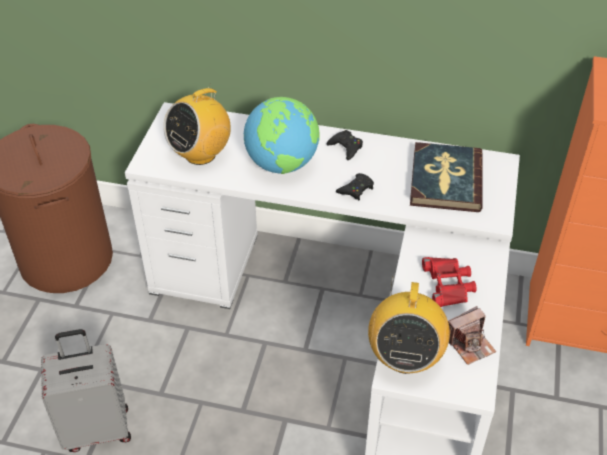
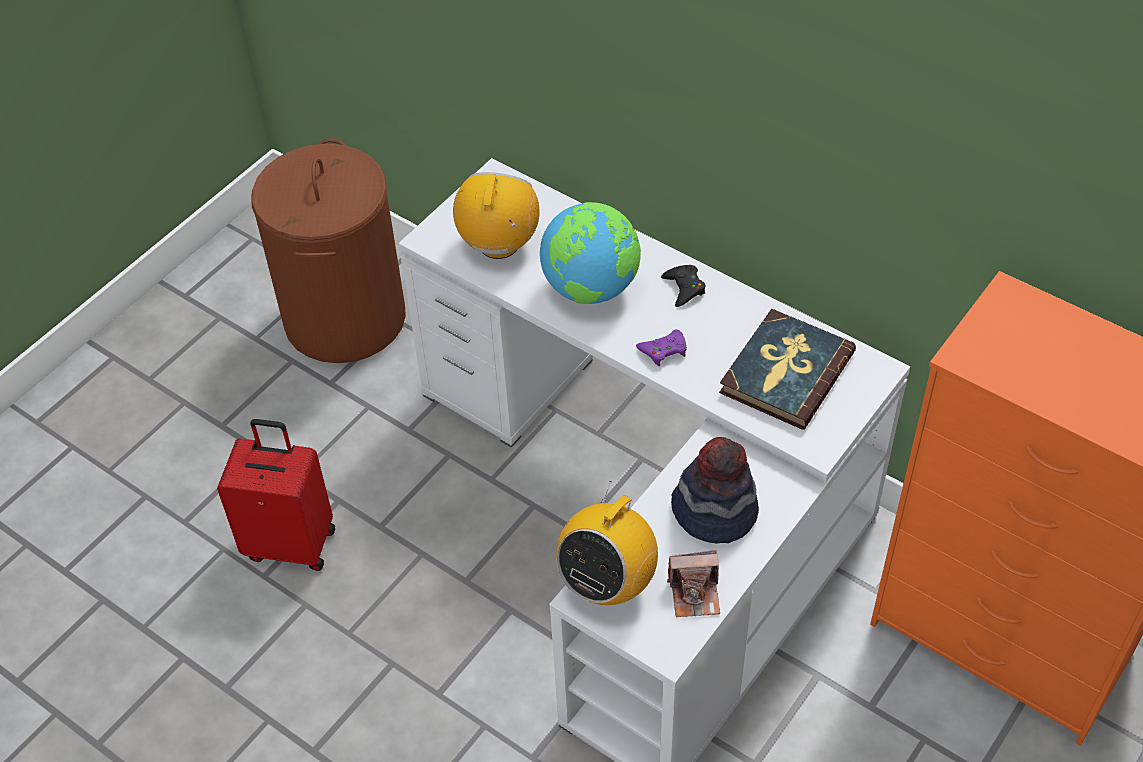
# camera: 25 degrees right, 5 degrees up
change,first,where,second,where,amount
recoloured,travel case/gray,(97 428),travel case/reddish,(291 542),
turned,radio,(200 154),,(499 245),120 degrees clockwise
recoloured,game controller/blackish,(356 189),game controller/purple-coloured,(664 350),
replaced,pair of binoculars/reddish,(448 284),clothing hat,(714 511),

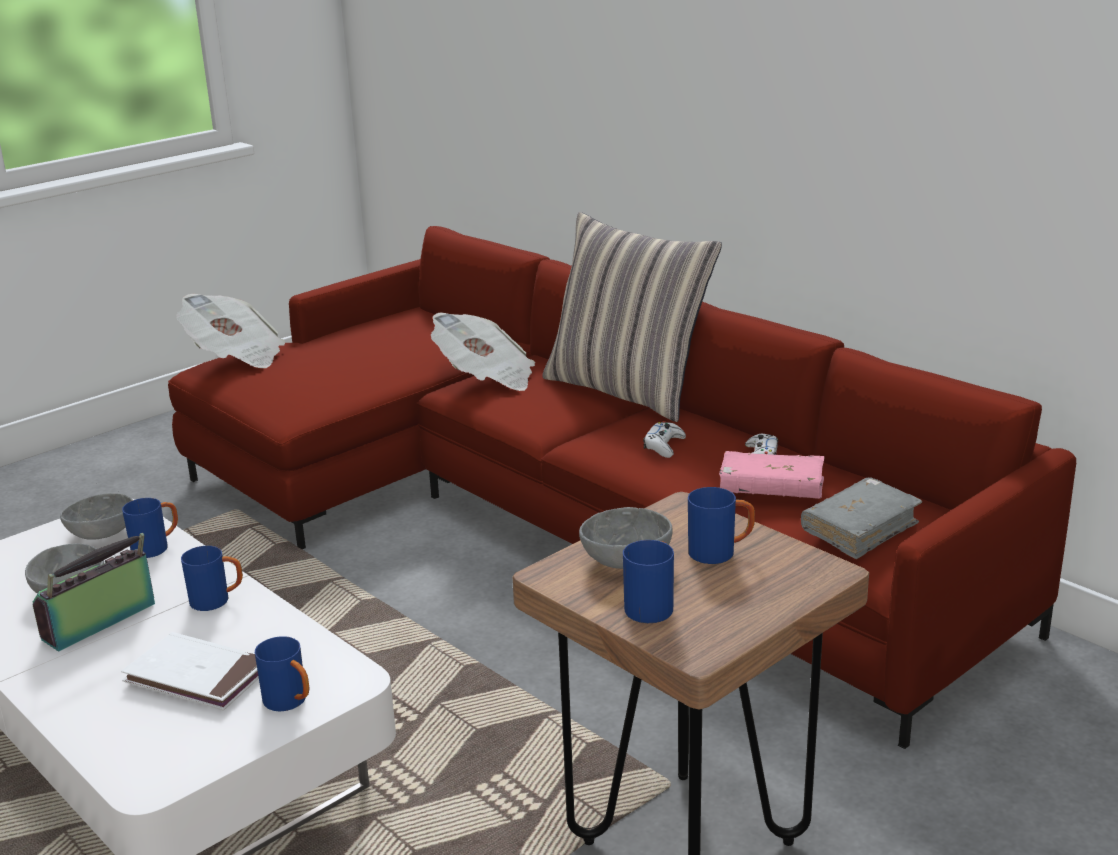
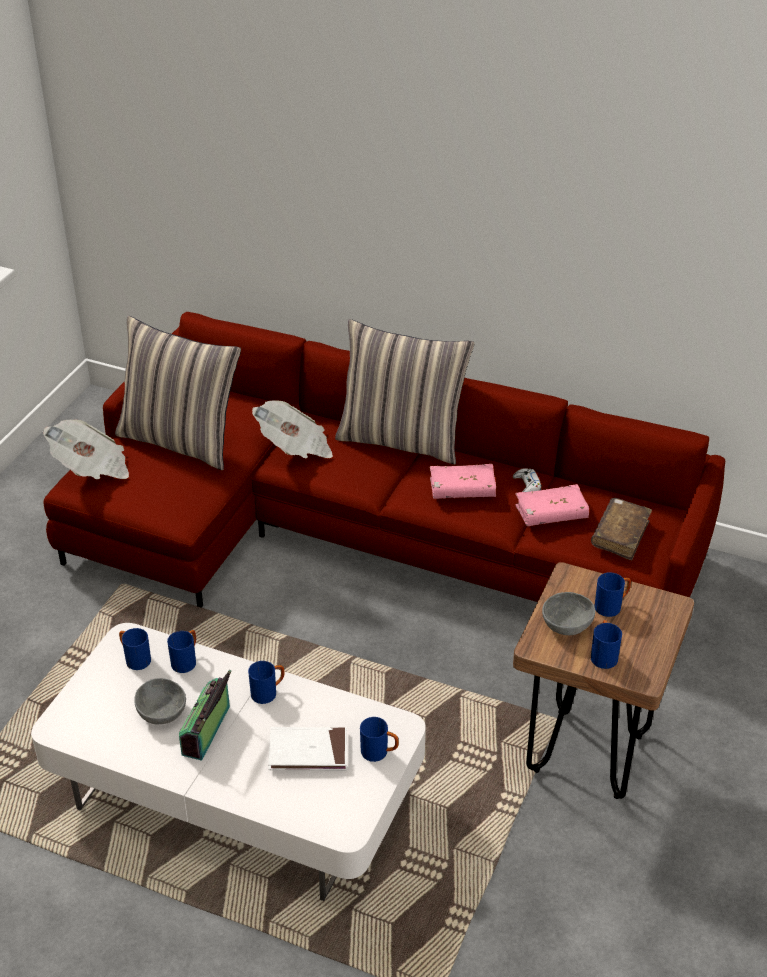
# camera: 25 degrees left, 15 degrees up
change,first,where,second,where,amount
added,,,cushion,(181 441),
replaced,serving bowl/gray,(101 533),tea mug/blue,(134 659),
replaced,game controller/white,(664 446),volume/pink-coloured,(462 490),
recoloured,volume/gray,(860 529),volume/brown-coloured,(620 535),

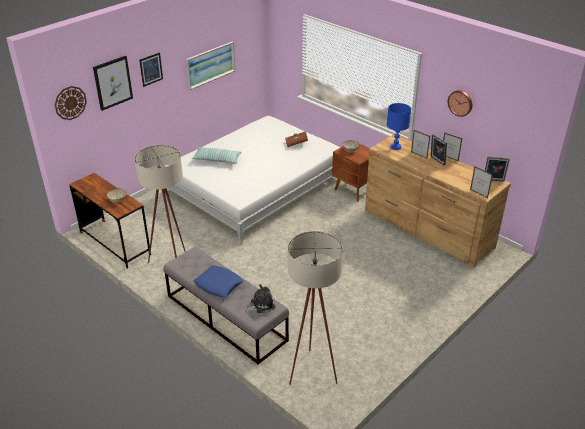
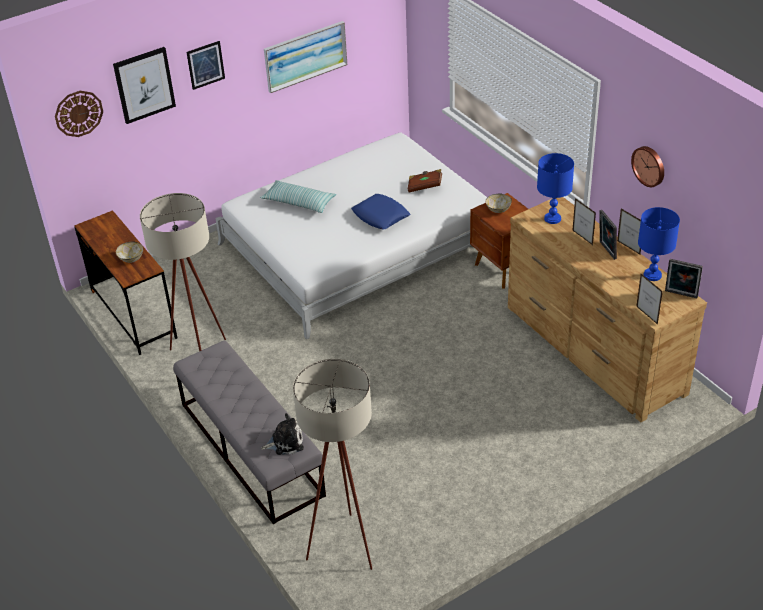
# camera: 15 degrees right, 5 degrees up
change,first,where,second,where,amount
moved,cushion/blue,(218 284),,(380 216),
added,,,lamp for a table/blue,(652 275),

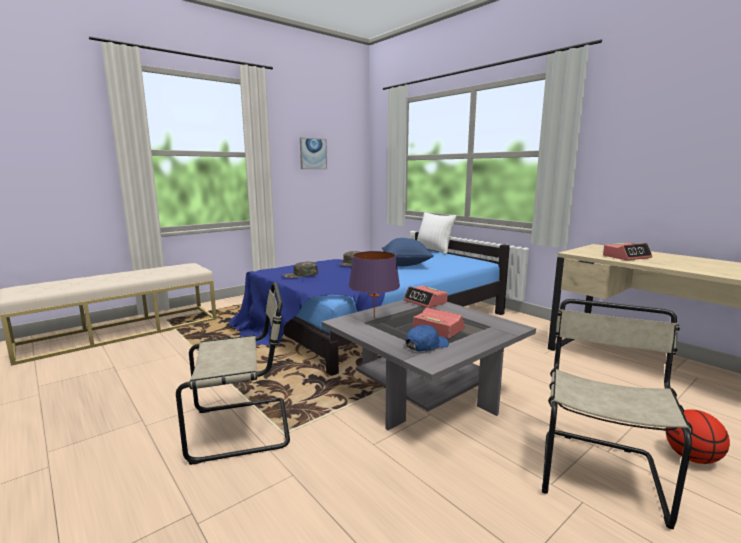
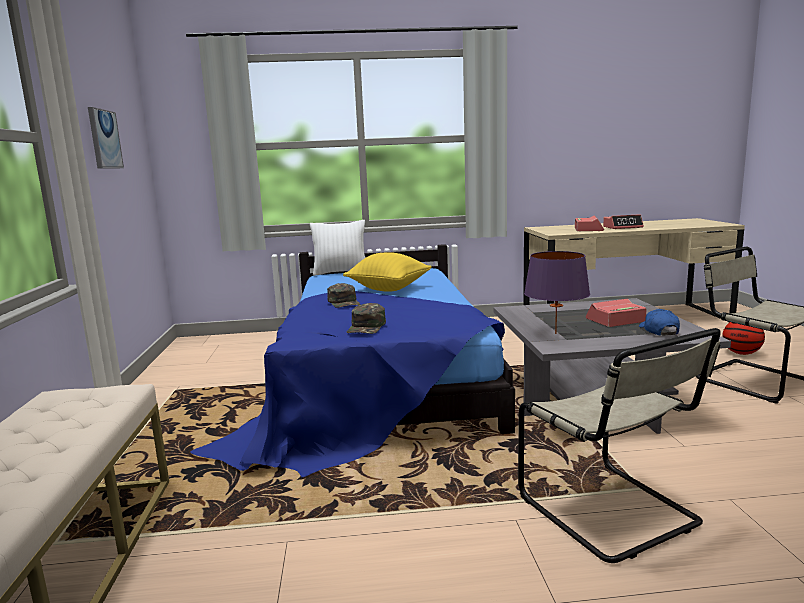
# camera: 55 degrees left, 0 degrees up
change,first,where,second,where,amount
recoloured,cushion/blue,(406 265),cushion/yellowish,(389 289),
turned,chair/beige-coloured,(245 428),,(612 513),135 degrees clockwise
moved,alarm clock,(425 302),,(622 227),

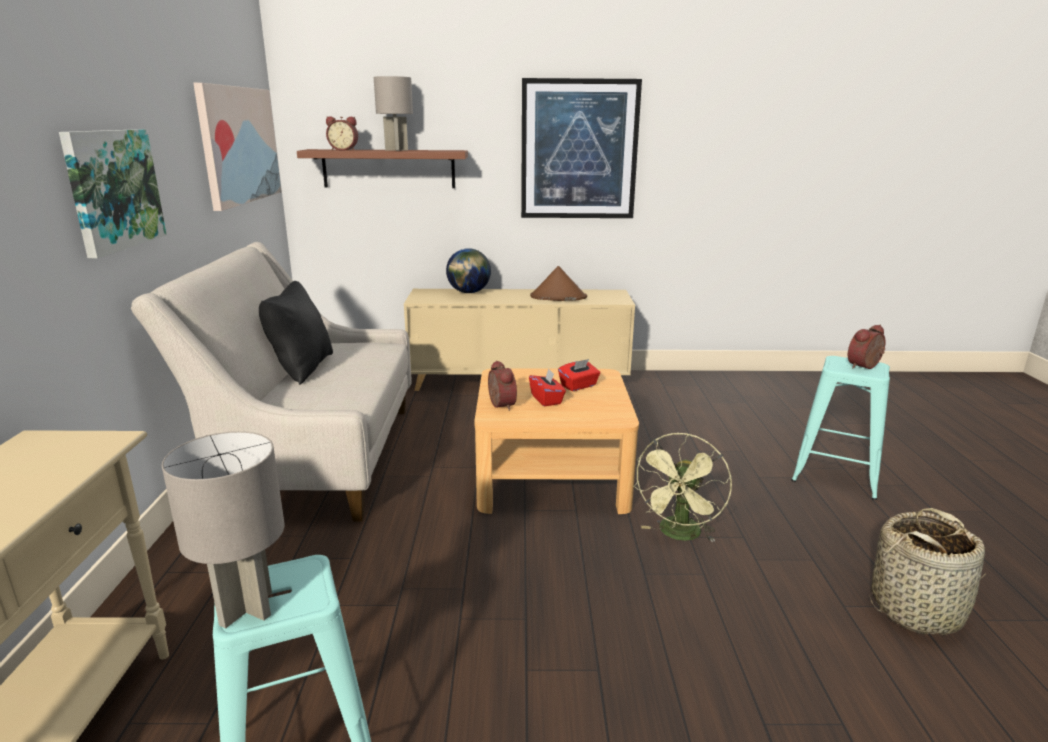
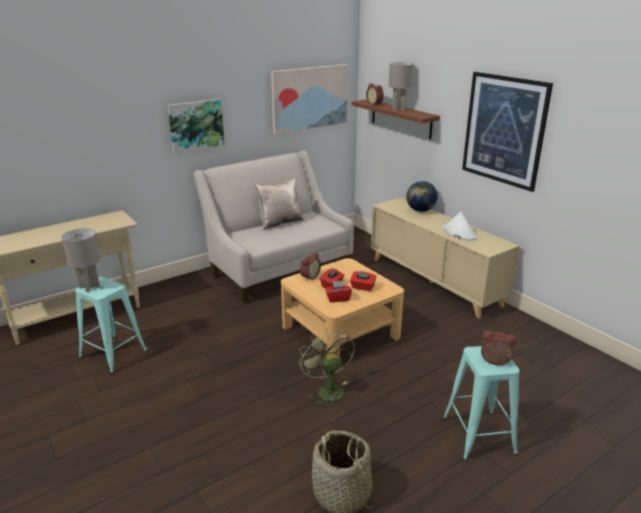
# camera: 55 degrees right, 5 degrees up
change,first,where,second,where,amount
recoloured,cushion/blackish,(301 368),cushion/beige-coloured,(279 222),
turned,electric fan/green-coloured,(679 535),,(327 390),75 degrees clockwise
added,,,tissue box/reddish,(338 298),
recoloured,clothing hat/brown-coloured,(558 297),clothing hat/white,(459 233),

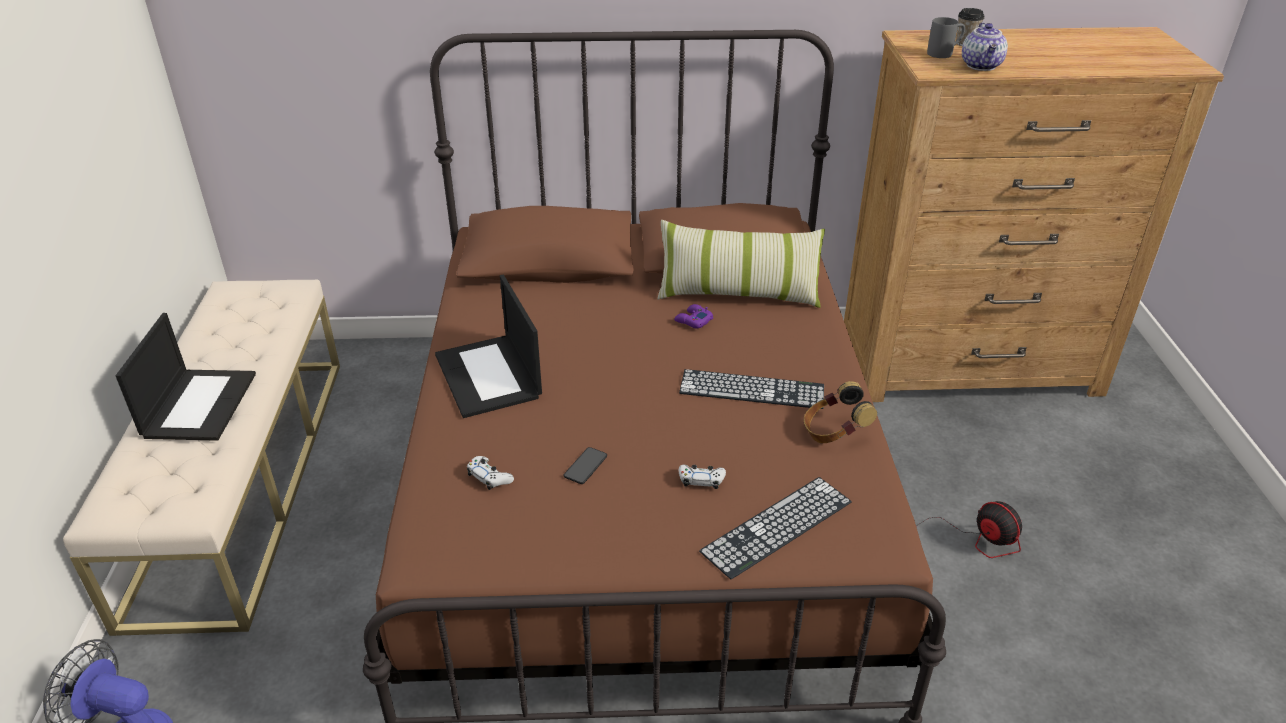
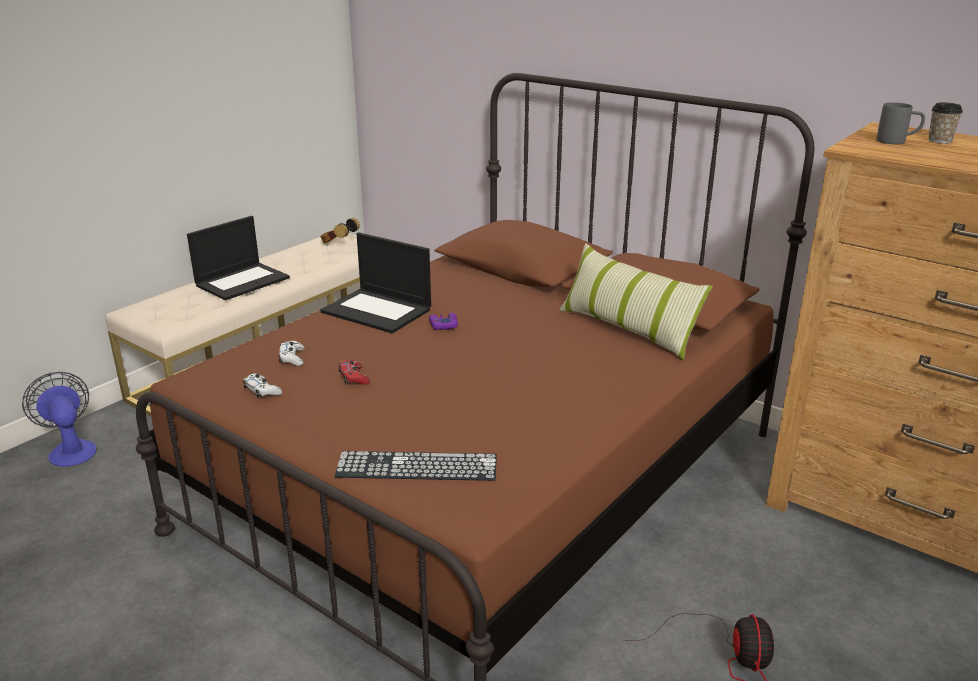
# camera: 40 degrees right, 10 degrees down
change,first,where,second,where,amount
moved,game controller/white,(701 480),,(262 390),
moved,pair of headphones,(834 433),,(339 244),
turned,notebook computer,(489 376),,(378 311),75 degrees counterclockwise
replaced,phone,(585 466),game controller/reddish,(354 377),
moved,game controller/purple-coloured,(693 320),,(443 325),
removed,keyboard,(752 389),,,
removed,tea pot,(982 66),,,

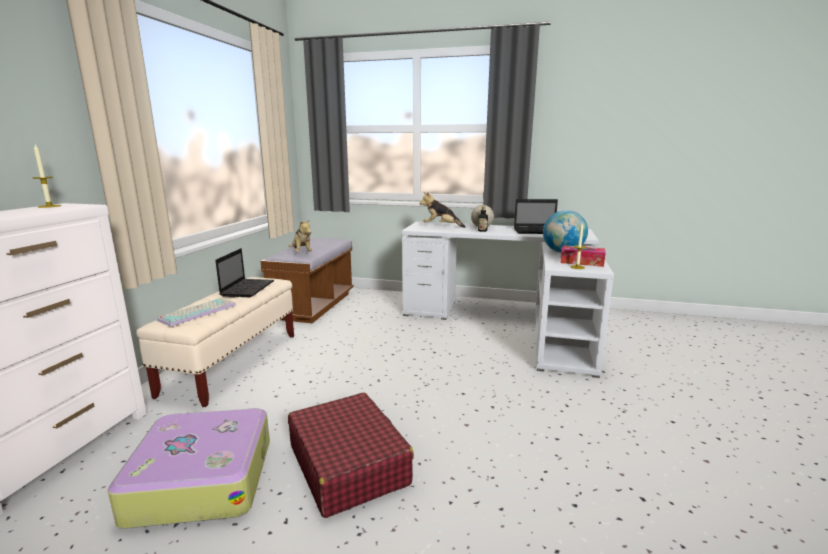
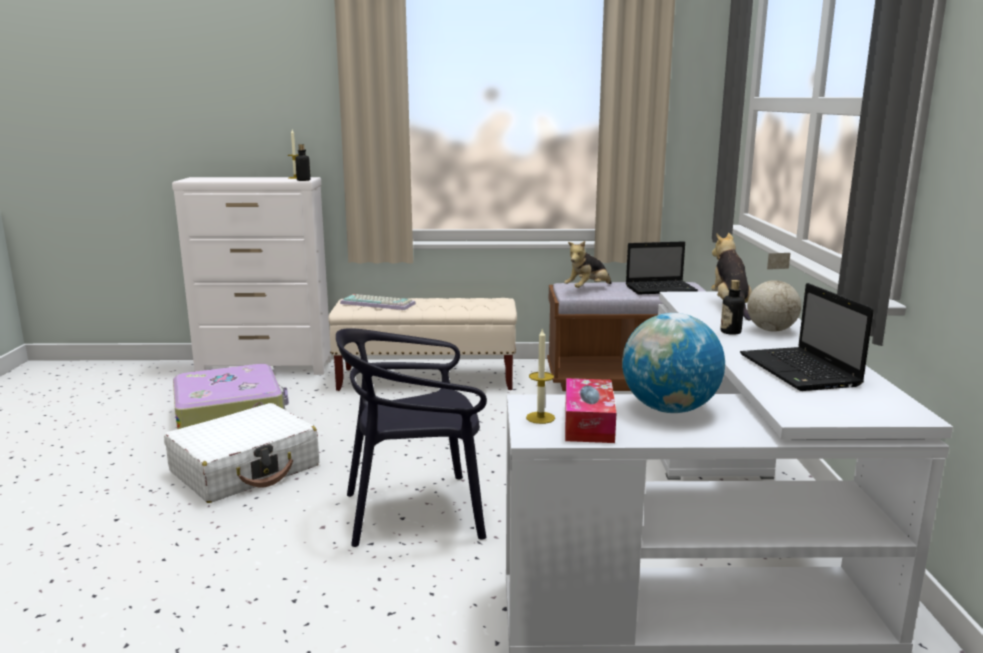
# camera: 75 degrees right, 0 degrees up
change,first,where,second,where,amount
recoloured,travel case/reddish,(348 464),travel case/white,(245 469),
added,,,beverage bottle,(303 180),
added,,,chair/blackish,(415 512),
moved,notebook computer,(248 288),,(662 289),

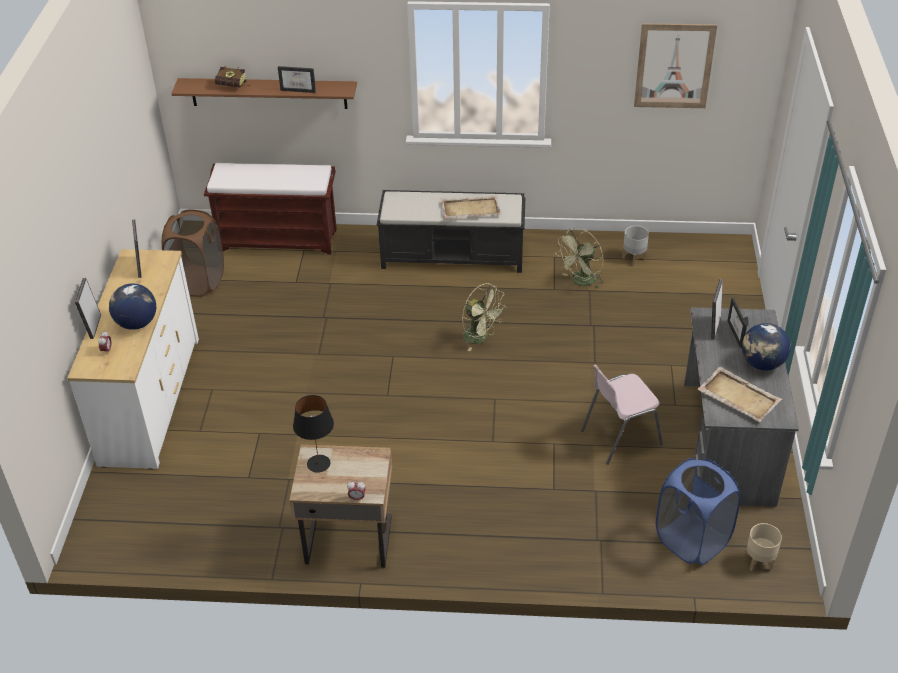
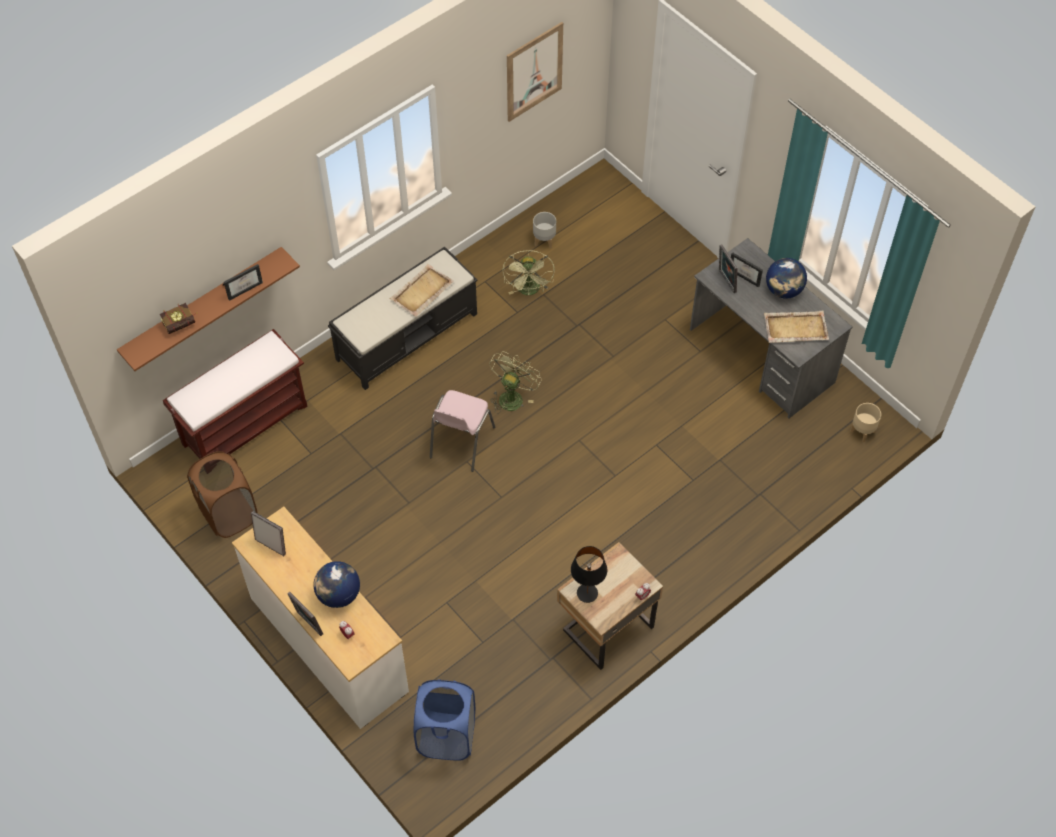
# camera: 45 degrees left, 15 degrees up
change,first,where,second,where,amount
moved,laundry basket/blue,(691 540),,(446 737),
moved,chair/pink-coloured,(619 437),,(461 442),
turned,electric fan/green-coloured,(480 338),,(512 396),60 degrees counterclockwise

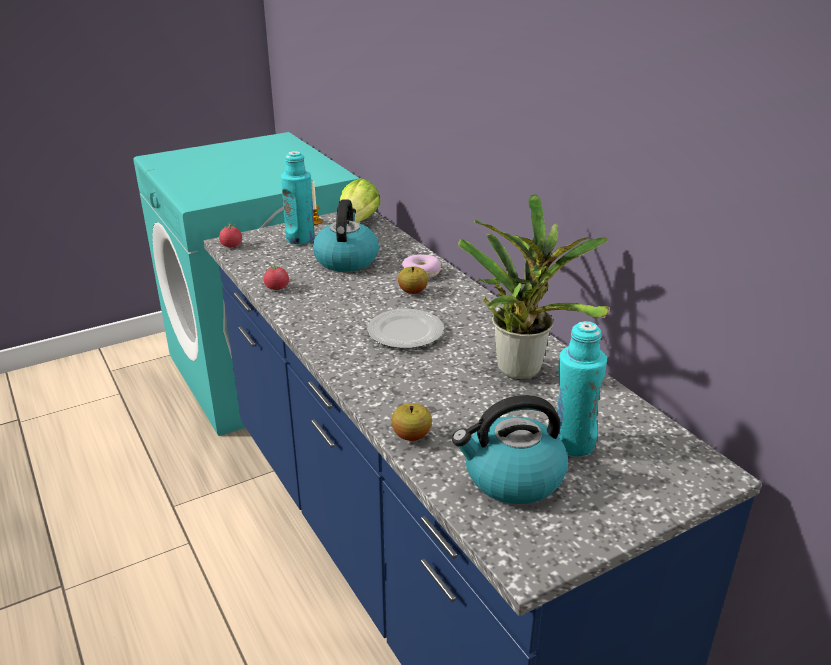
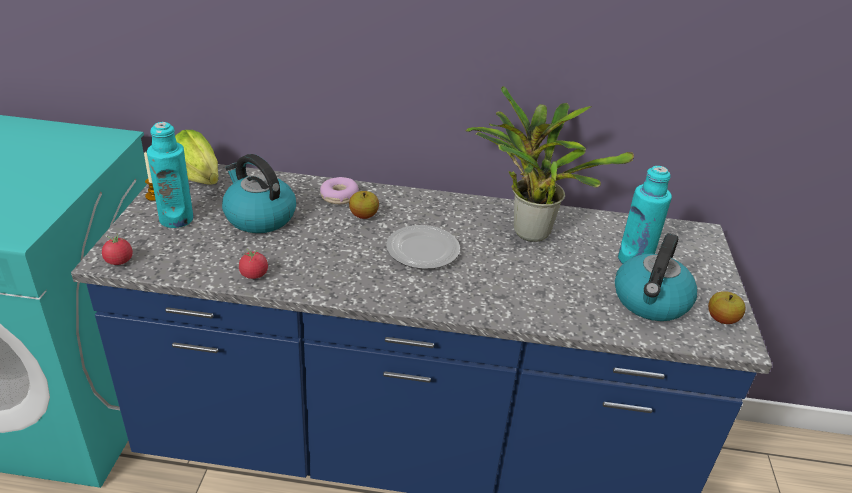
# camera: 55 degrees left, 5 degrees up
change,first,where,second,where,amount
moved,apple,(411 436),,(721 319),

